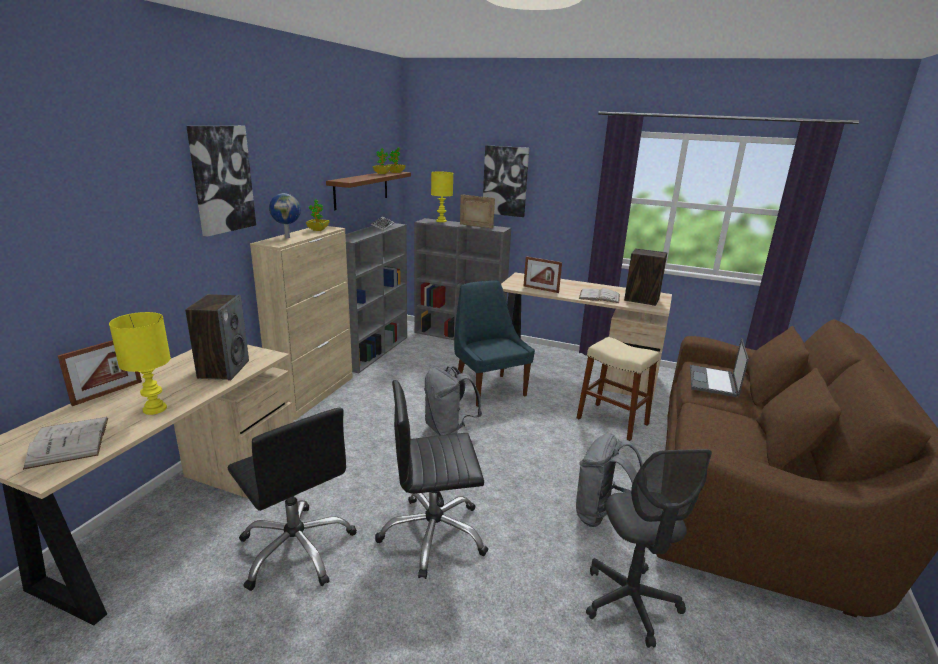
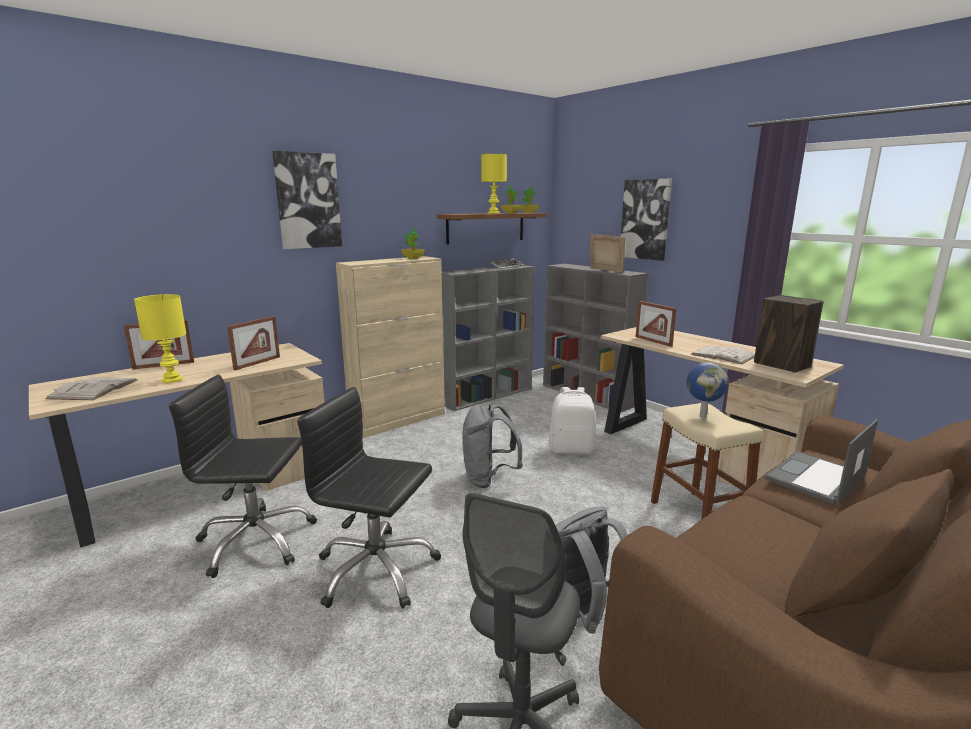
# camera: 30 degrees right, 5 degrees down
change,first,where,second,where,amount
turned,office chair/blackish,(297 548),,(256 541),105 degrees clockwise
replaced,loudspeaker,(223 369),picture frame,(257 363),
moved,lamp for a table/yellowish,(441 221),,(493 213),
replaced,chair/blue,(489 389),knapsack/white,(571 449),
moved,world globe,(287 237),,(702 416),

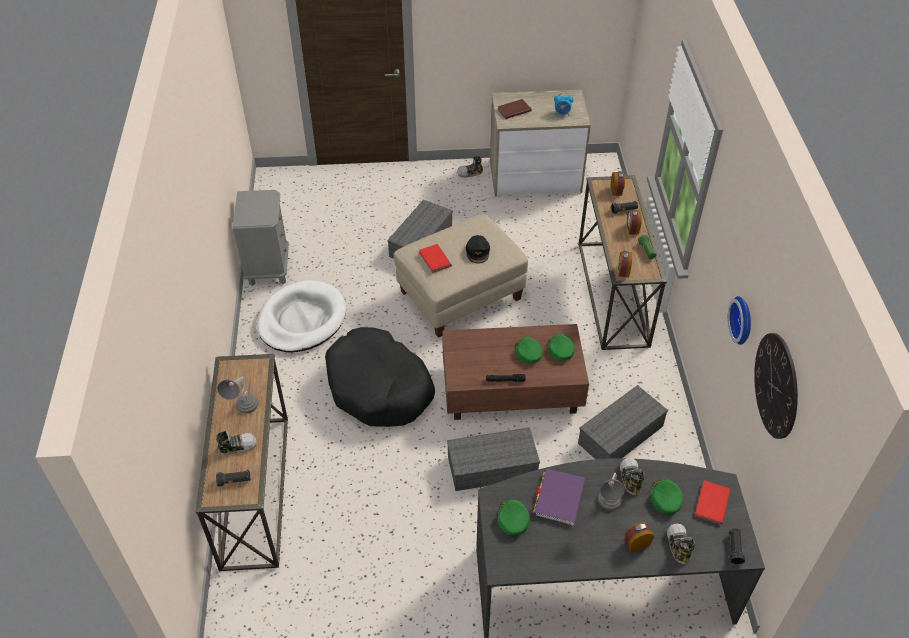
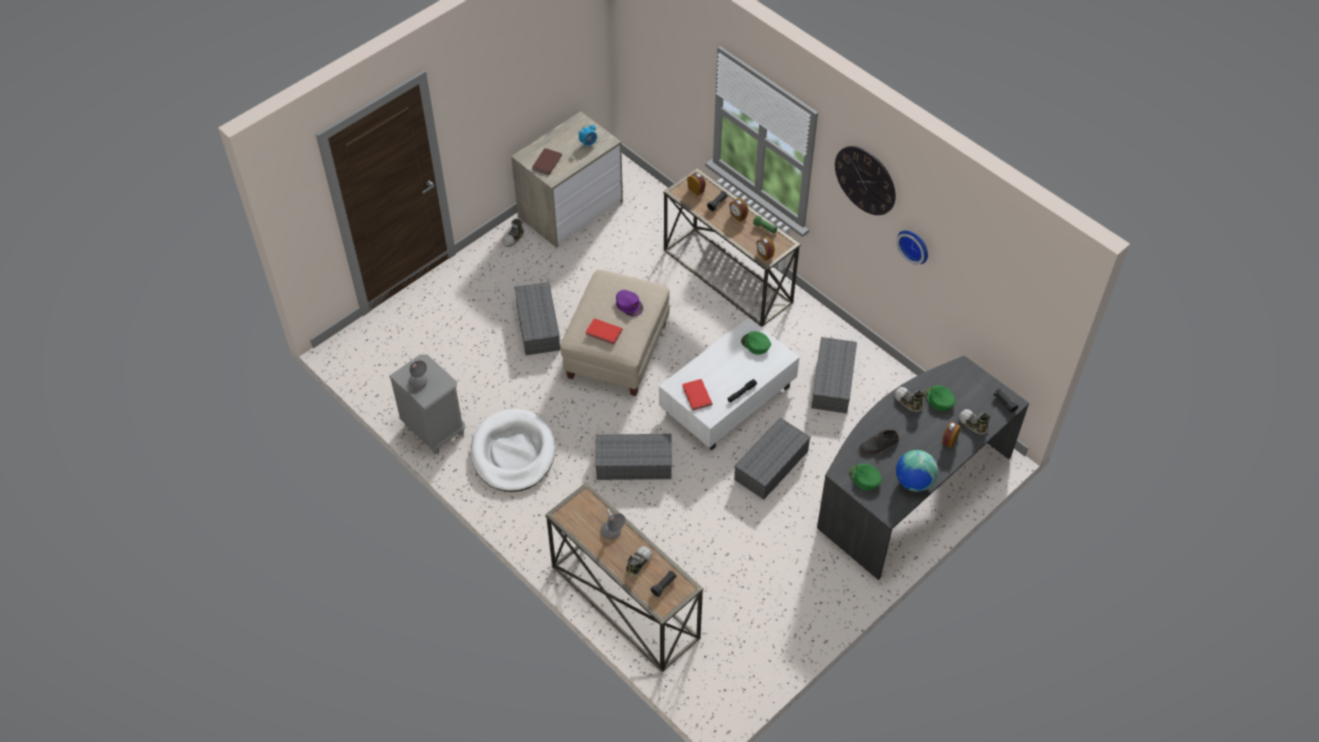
# camera: 40 degrees left, 5 degrees up
change,first,where,second,where,amount
moved,lamp for a table/gray,(608 506),,(419 386),
replaced,dog bed/blackish,(379 387),storage box/gray,(632 464),
recoloured,cap/blackish,(478 252),cap/purple-coloured,(629 305),
recoloured,low table/brown-coloured,(510 388),low table/white,(726 399),
moved,volume/reddish,(711 503),,(696 396),
moved,wall clock,(776 385),,(865 180),
replaced,volume/purple-coloured,(559 498),item of footwear/gray,(879 445),
added,,,world globe,(913 482),
removed,cap/green-coloured,(528 352),,,

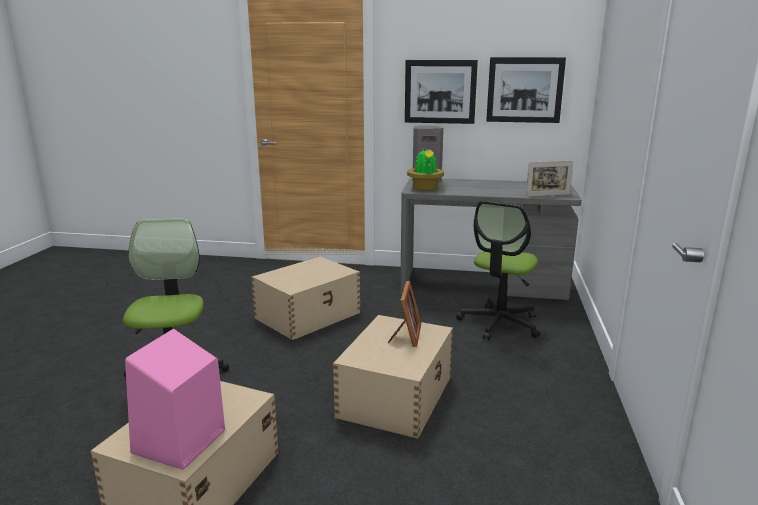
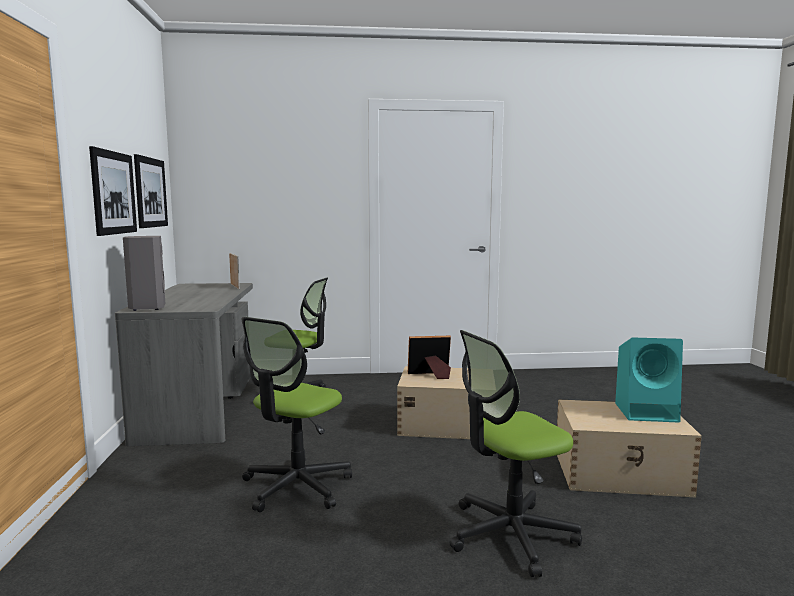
# camera: 105 degrees left, 10 degrees down
change,first,where,second,where,amount
replaced,storage box/beige-coloured,(309 315),office chair,(296 486),
recoloured,loudspeaker/pink-coloured,(178 443),loudspeaker/turquoise,(647 412),
removed,potted plant,(425 189),,,

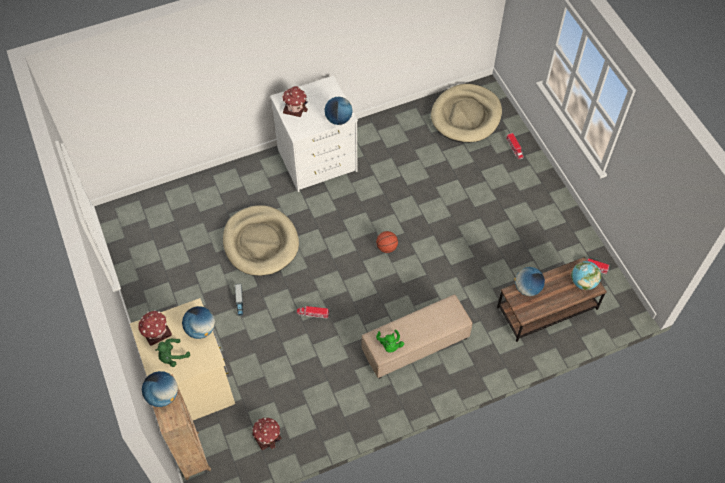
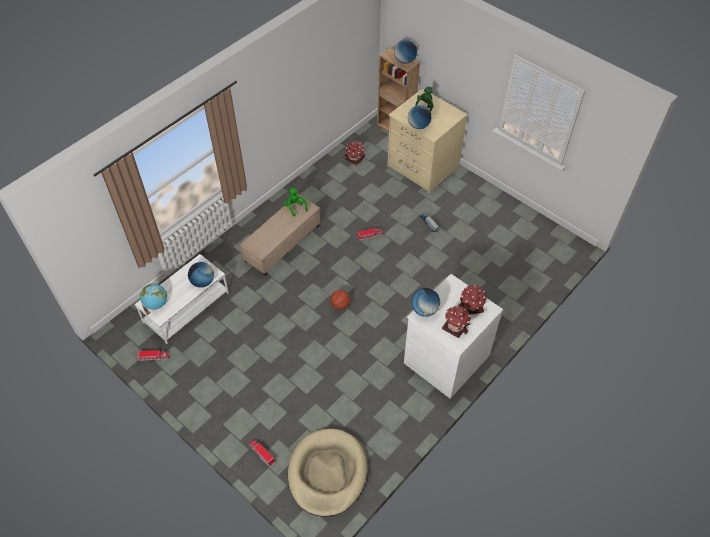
# camera: 155 degrees right, 5 degrees down
change,first,where,second,where,amount
recoloured,low table/brown-coloured,(547 307),low table/white,(186 308),
moved,model house,(156 332),,(455 326),
removed,dog bed/beige-coloured,(260 242),,,

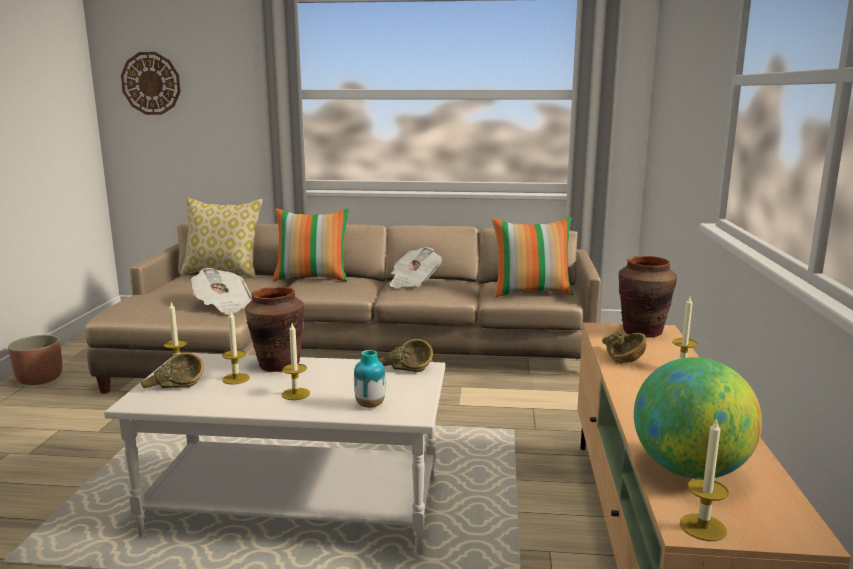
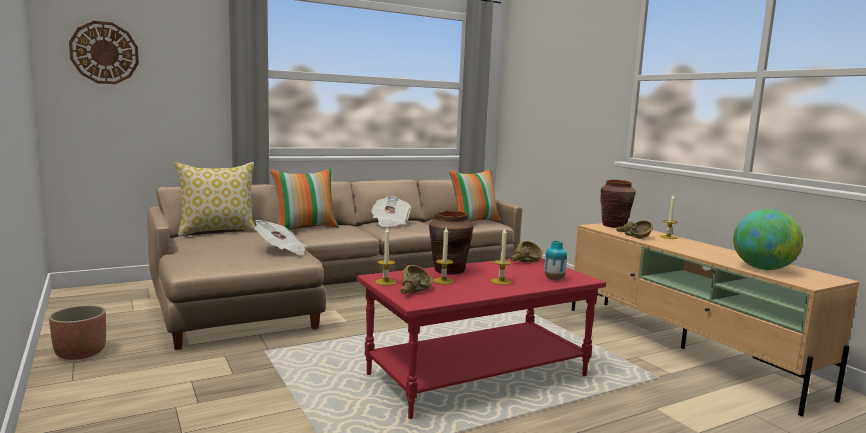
# camera: 35 degrees left, 5 degrees down
change,first,where,second,where,amount
recoloured,low table/white,(297 506),low table/reddish,(477 374),
removed,wax candle,(703 527),,,

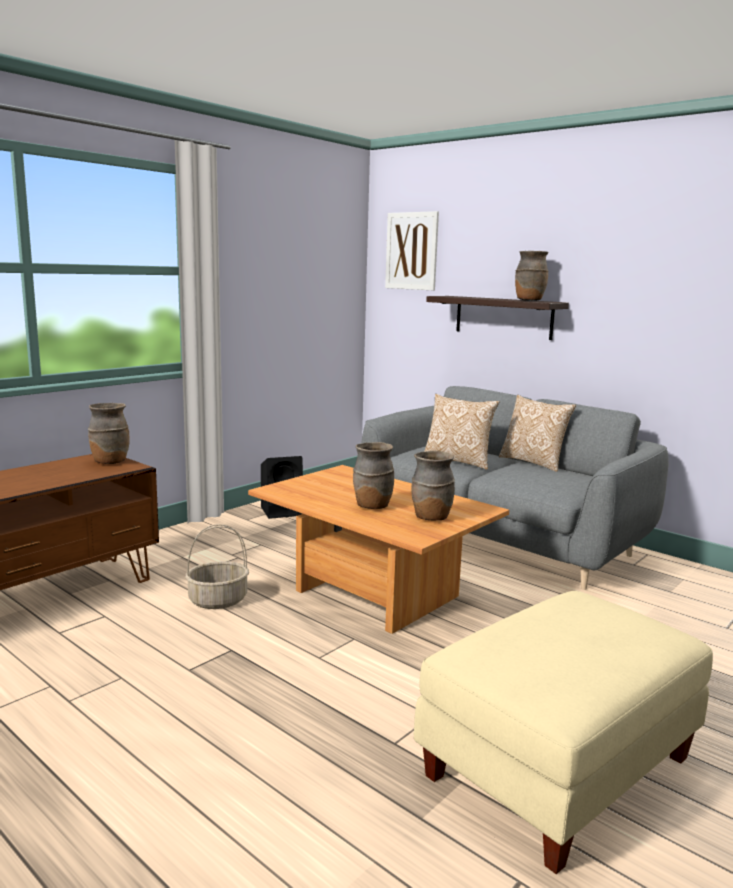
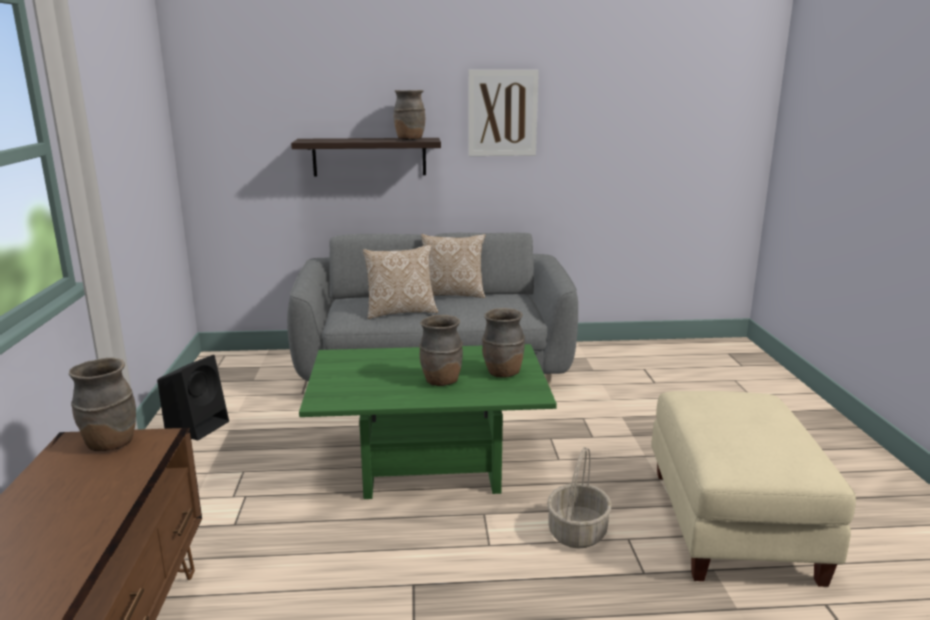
# camera: 45 degrees left, 5 degrees up
change,first,where,second,where,amount
recoloured,low table/brown-coloured,(372 594),low table/green-coloured,(429 468),
moved,picture,(411 251),,(502 113),
moved,household basket,(218 600),,(577 532),

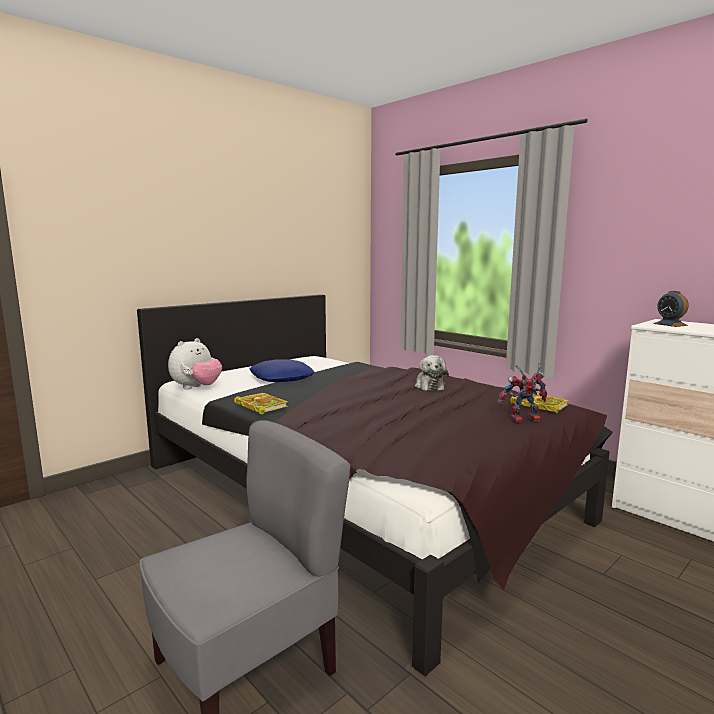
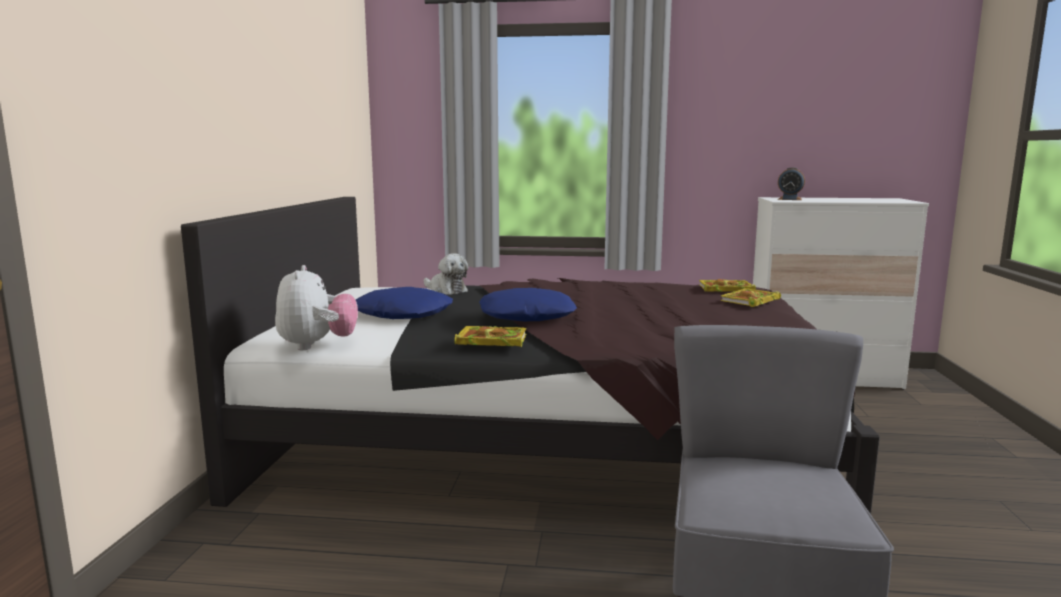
# camera: 40 degrees left, 0 degrees up
change,first,where,second,where,amount
moved,cuddly toy,(429 386),,(446 290),
added,,,cushion/blue,(527 316),
replaced,model robot,(523 420),volume,(750 301),

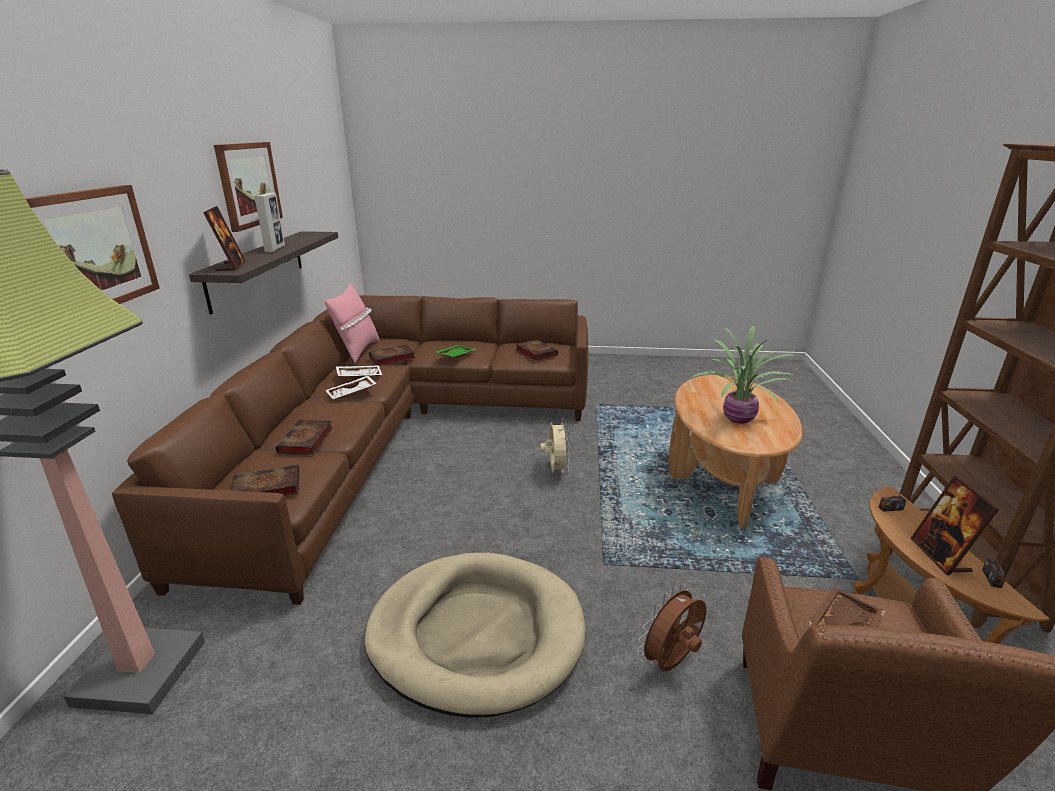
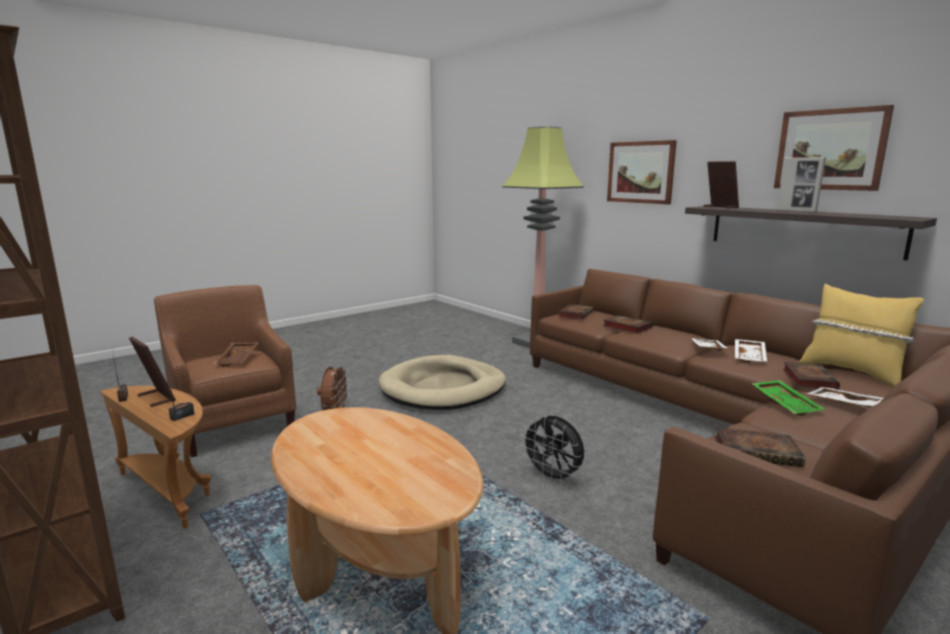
# camera: 135 degrees right, 10 degrees down
change,first,where,second,where,amount
recoloured,electric fan/beige-coloured,(556 471),electric fan/blackish,(553 477),
turned,picture frame,(231 266),,(720 207),150 degrees counterclockwise
recoloured,cushion/pink-coloured,(357 351),cushion/yellowish,(851 372),
added,,,carrying tray/white,(843 404),
removed,potted plant,(738 418),,,

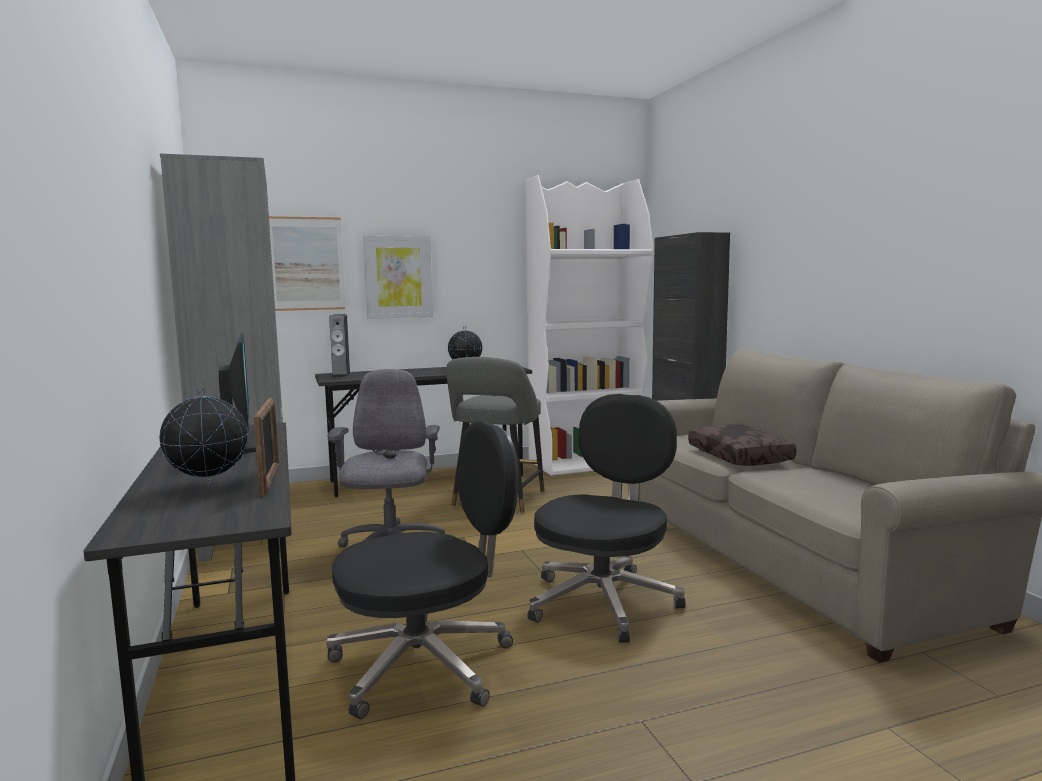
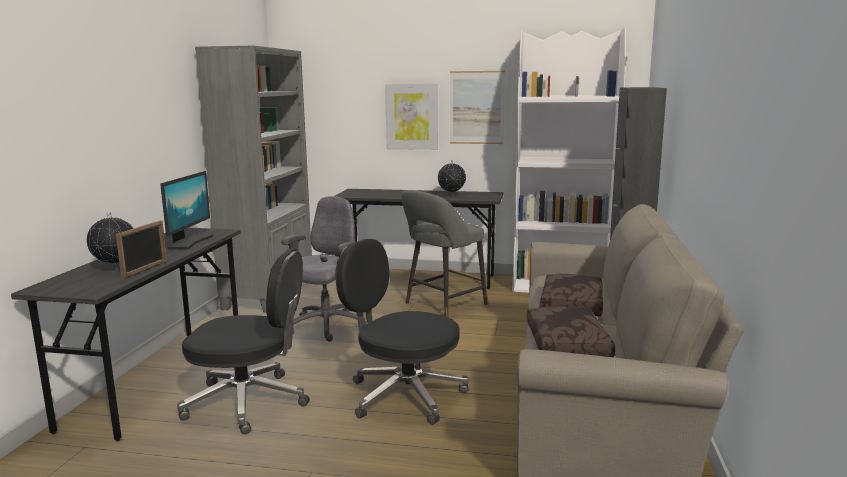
# camera: 30 degrees right, 5 degrees up
change,first,where,second,where,amount
turned,office chair/blackish,(604 601),,(403 395),120 degrees counterclockwise
moved,picture,(307 264),,(476 107),
added,,,cushion/brown-coloured,(568 345),
removed,loudspeaker,(341 375),,,

